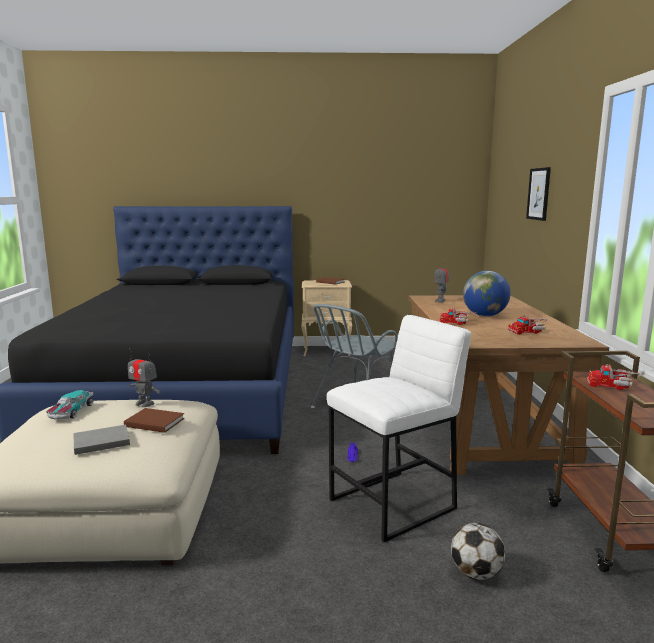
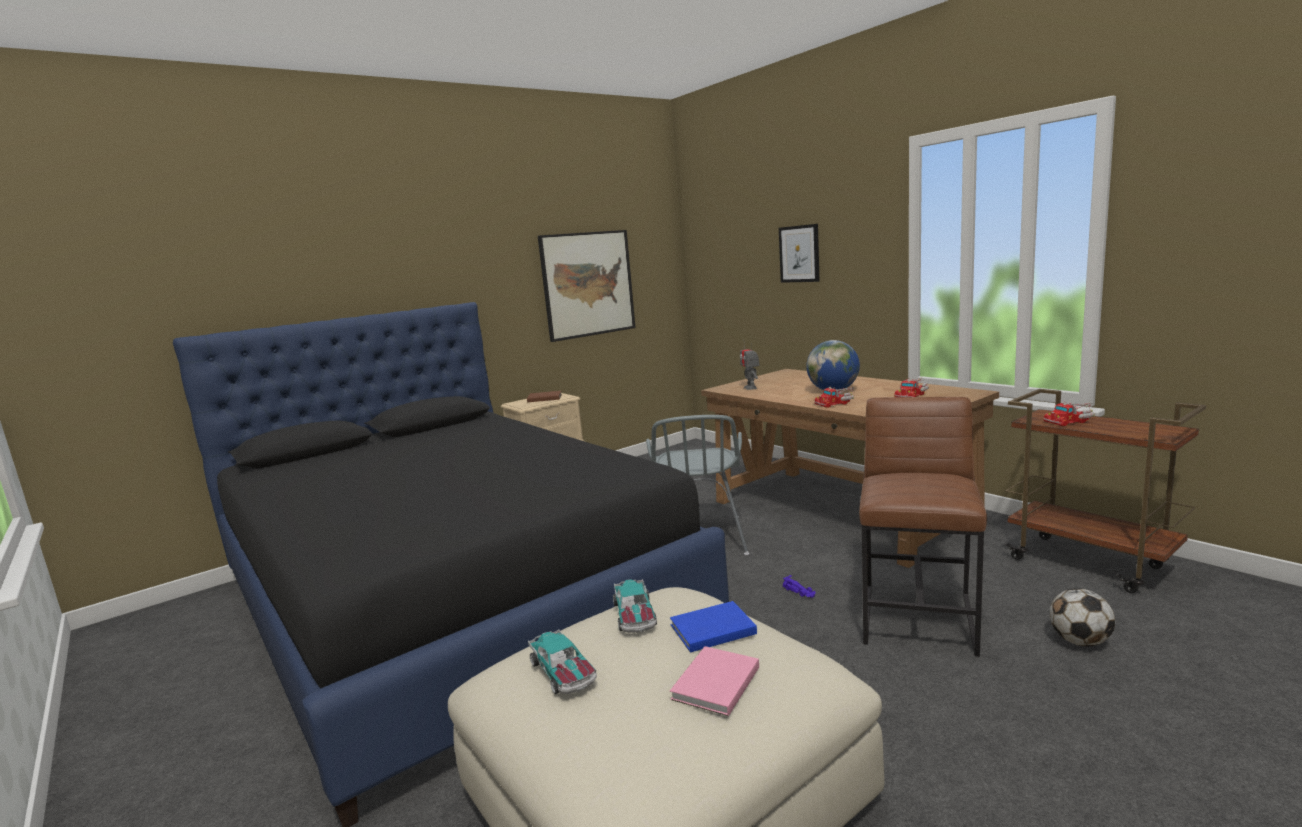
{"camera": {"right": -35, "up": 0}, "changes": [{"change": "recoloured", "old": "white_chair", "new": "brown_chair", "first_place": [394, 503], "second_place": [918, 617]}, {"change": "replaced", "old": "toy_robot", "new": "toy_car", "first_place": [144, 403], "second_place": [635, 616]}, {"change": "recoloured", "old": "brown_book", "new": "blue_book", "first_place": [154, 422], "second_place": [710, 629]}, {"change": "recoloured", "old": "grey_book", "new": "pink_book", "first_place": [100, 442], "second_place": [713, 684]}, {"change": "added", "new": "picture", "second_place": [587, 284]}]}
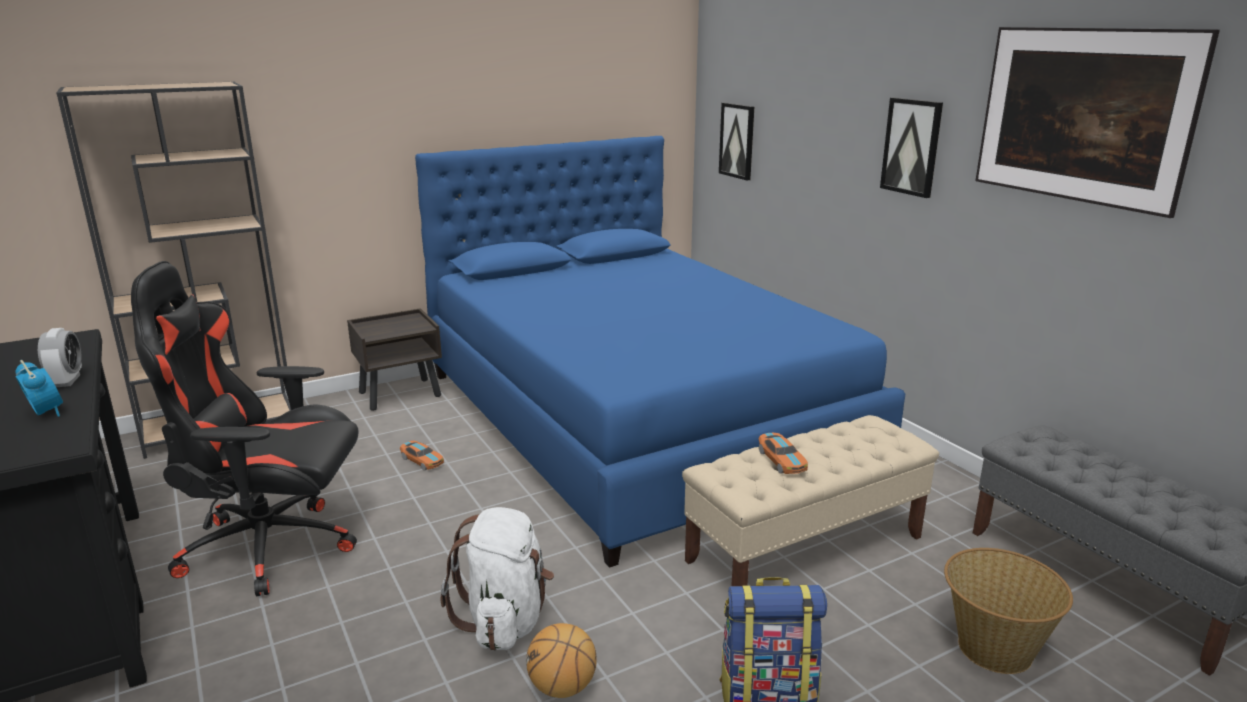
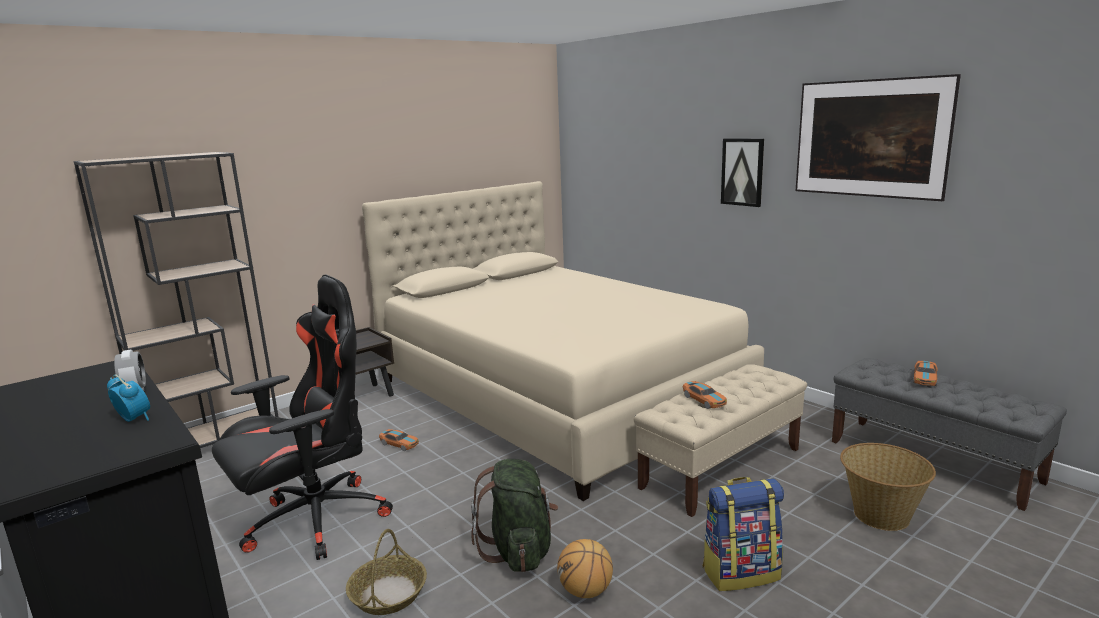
{"camera": {"right": -10, "up": -5}, "changes": [{"change": "removed", "old": "picture", "first_place": [737, 141]}, {"change": "recoloured", "old": "blue_bed", "new": "beige_bed", "first_place": [636, 418], "second_place": [556, 394]}, {"change": "turned", "old": "black_office_chair", "first_place": [280, 548], "second_place": [308, 525], "degrees": 150}, {"change": "recoloured", "old": "white_backpack", "new": "green_backpack", "first_place": [505, 620], "second_place": [519, 550]}, {"change": "added", "new": "toy_car", "second_place": [924, 378]}, {"change": "added", "new": "basket", "second_place": [388, 593]}]}
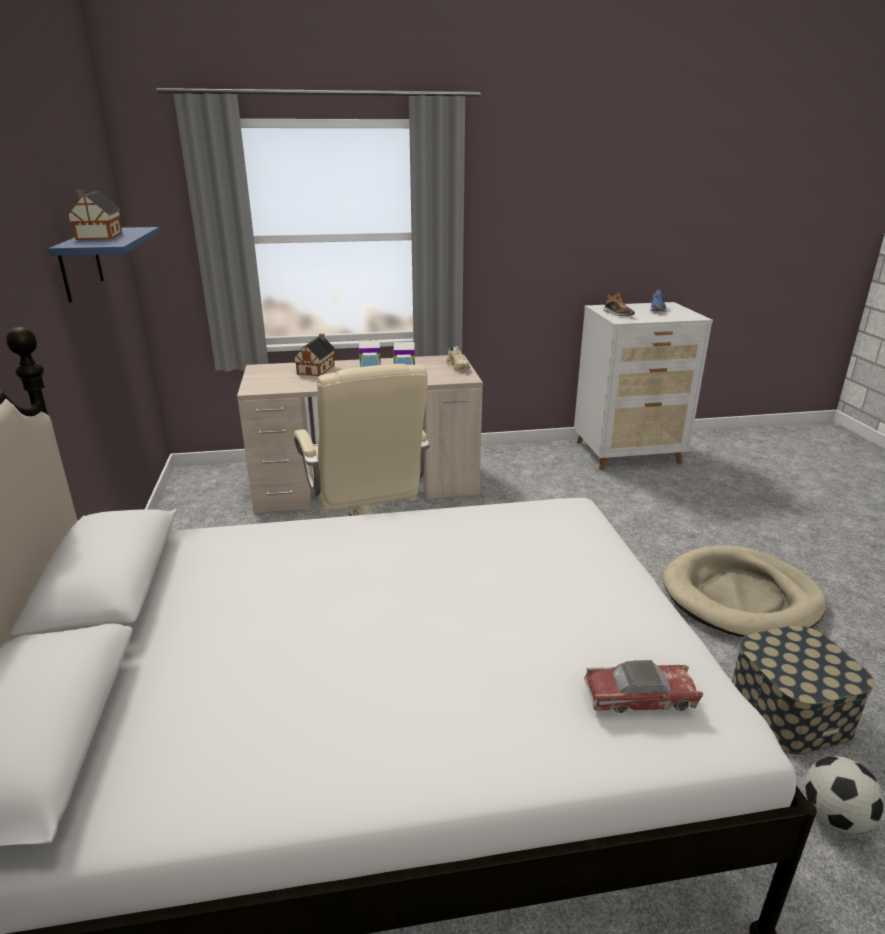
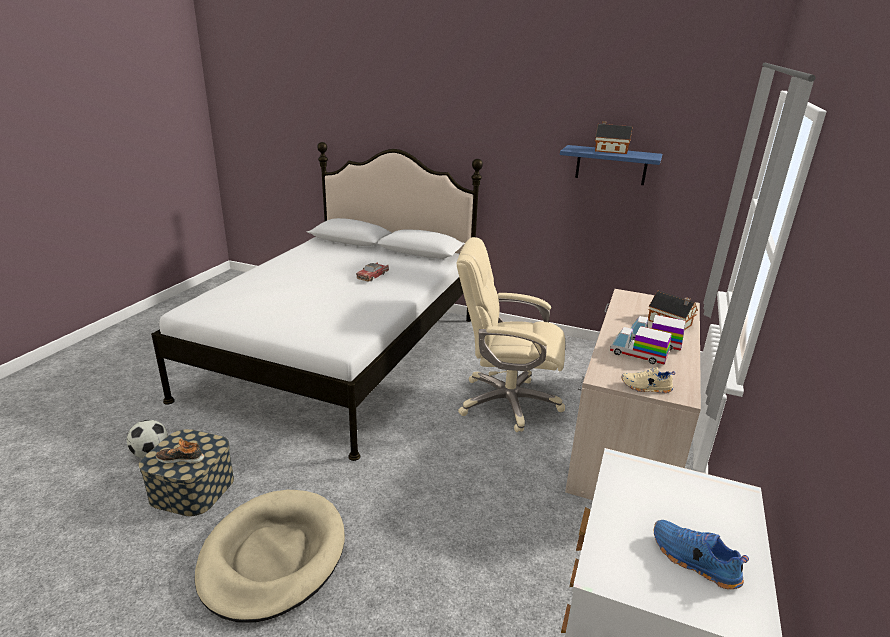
{"camera": {"right": 120, "up": 0}, "changes": [{"change": "moved", "old": "shoe", "first_place": [617, 314], "second_place": [181, 458]}, {"change": "moved", "old": "toy_car", "first_place": [640, 697], "second_place": [372, 276]}]}
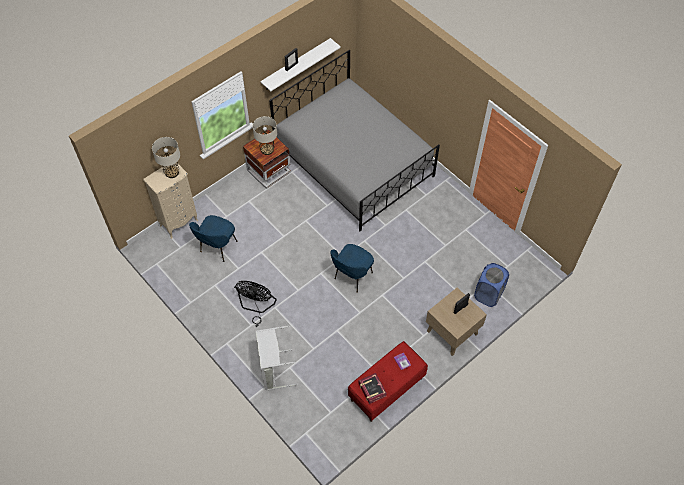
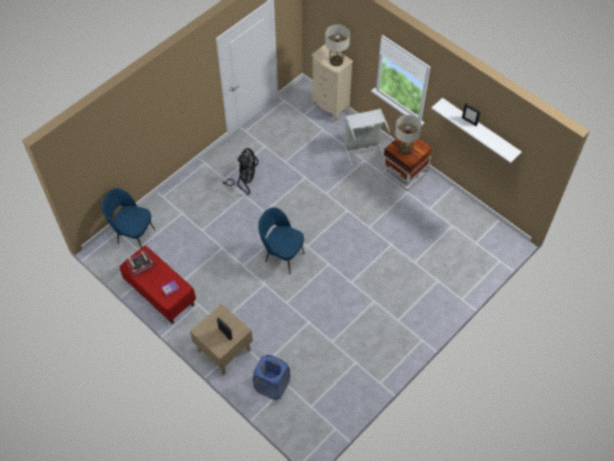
{"camera": {"right": 85, "up": 0}, "changes": [{"change": "removed", "old": "grey_bed", "first_place": [353, 163]}, {"change": "moved", "old": "blue_chair", "first_place": [217, 249], "second_place": [133, 235]}, {"change": "moved", "old": "grey_laundry_basket", "first_place": [273, 370], "second_place": [363, 150]}]}
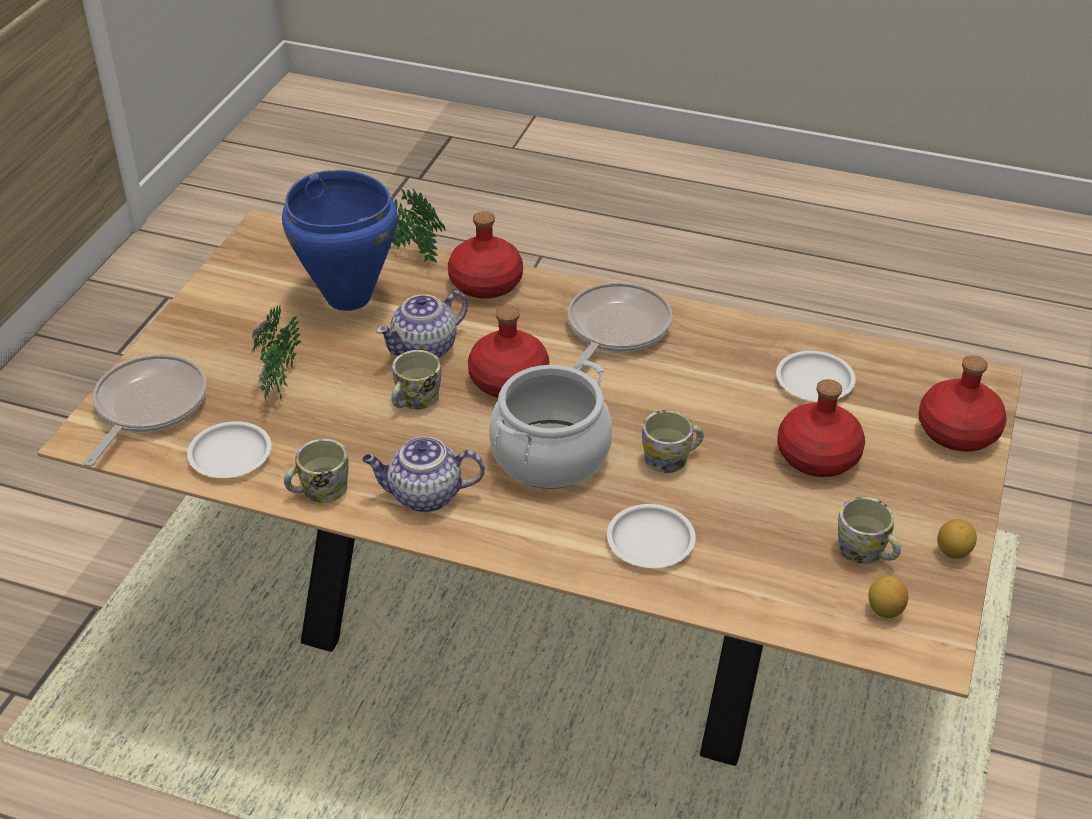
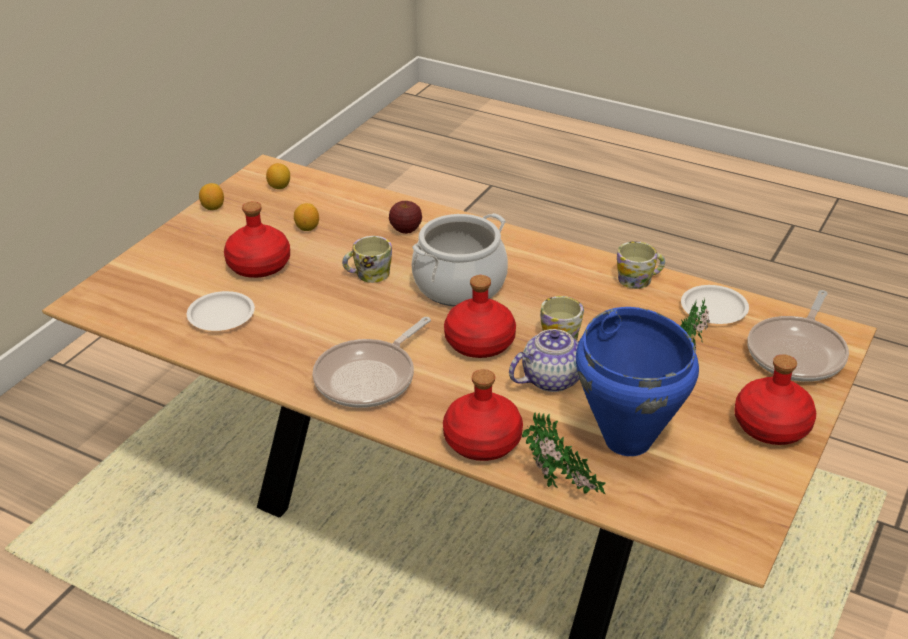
{"camera": {"right": -170, "up": -5}, "changes": [{"change": "moved", "old": "red_bottle", "first_place": [957, 432], "second_place": [772, 426]}, {"change": "removed", "old": "teapot", "first_place": [424, 496]}, {"change": "removed", "old": "mug", "first_place": [866, 552]}, {"change": "replaced", "old": "white_plate", "new": "apple", "first_place": [651, 541], "second_place": [406, 230]}, {"change": "added", "new": "lemon", "second_place": [307, 228]}]}
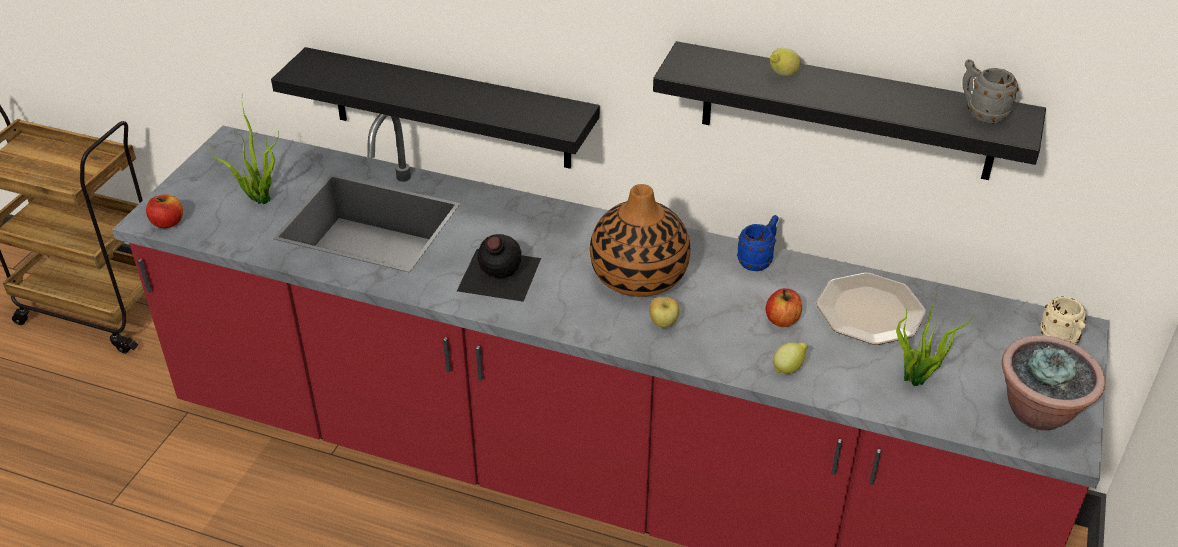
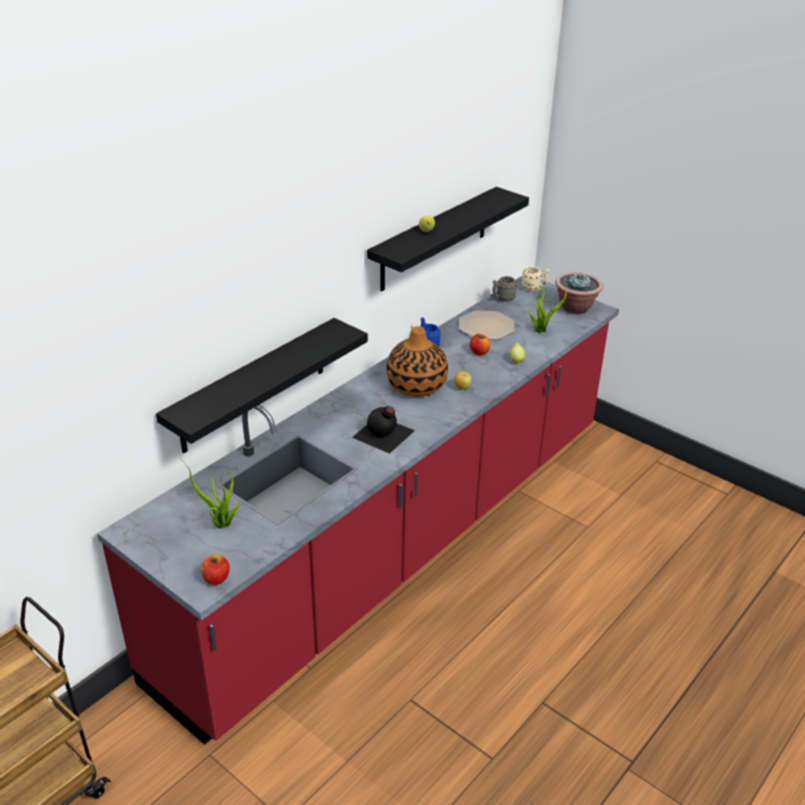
{"camera": {"right": -70, "up": -5}, "changes": [{"change": "moved", "old": "grey_mug", "first_place": [981, 113], "second_place": [502, 299]}]}
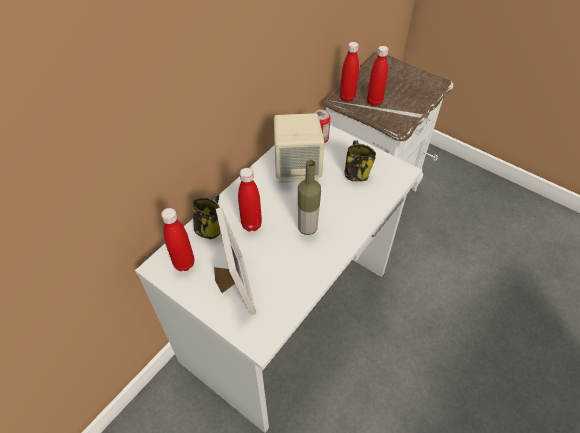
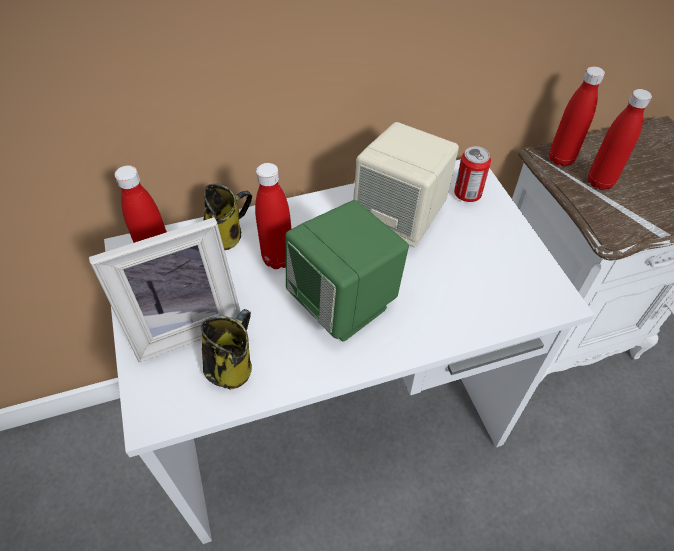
{"camera": {"right": 35, "up": 0}, "changes": [{"change": "moved", "old": "mug", "first_place": [355, 173], "second_place": [232, 366]}, {"change": "replaced", "old": "bottle", "new": "green_speaker", "first_place": [307, 228], "second_place": [345, 304]}, {"change": "turned", "old": "picture_frame", "first_place": [233, 287], "second_place": [186, 324], "degrees": 45}]}
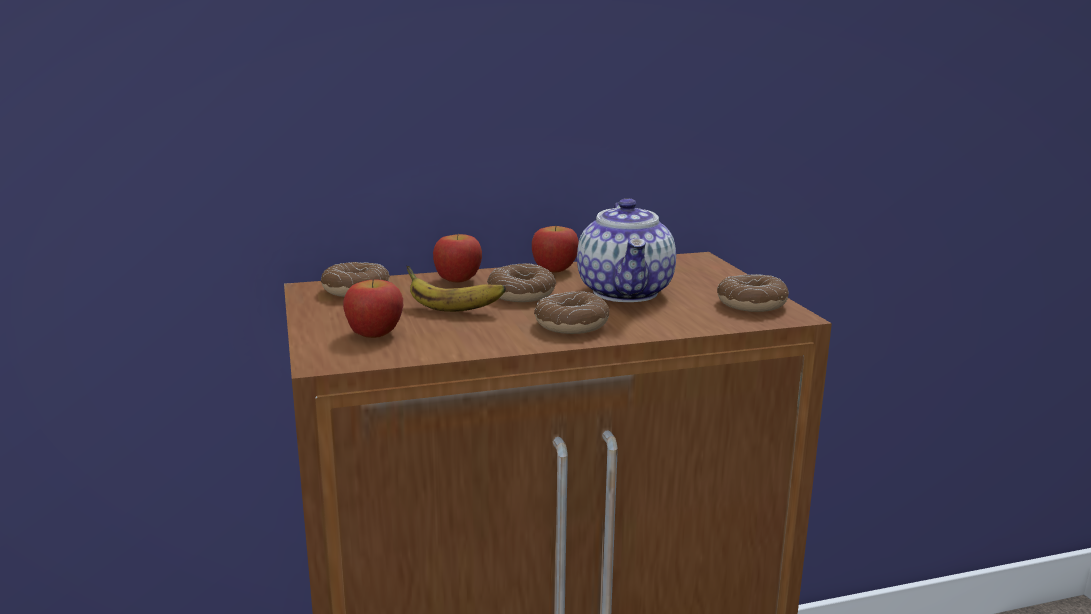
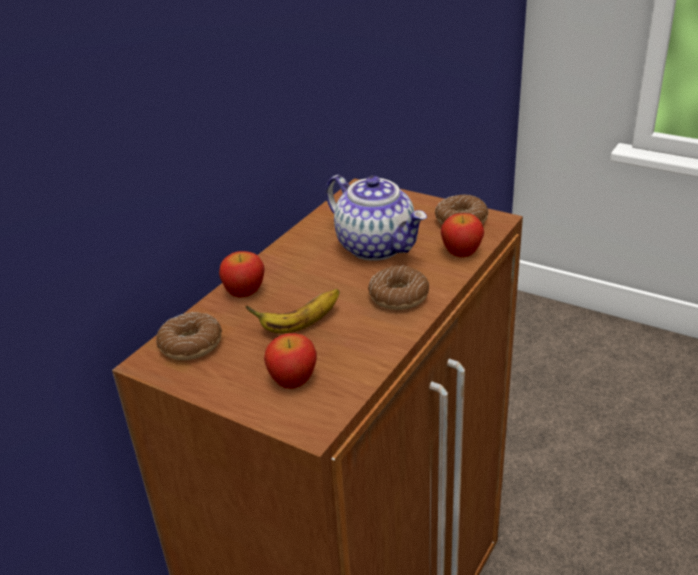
{"camera": {"right": -40, "up": 15}, "changes": [{"change": "moved", "old": "apple", "first_place": [554, 269], "second_place": [461, 252]}, {"change": "removed", "old": "donut", "first_place": [521, 294]}]}
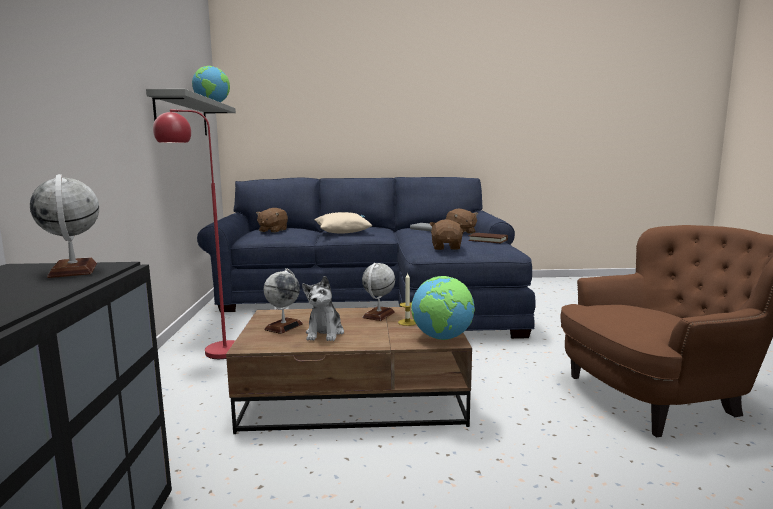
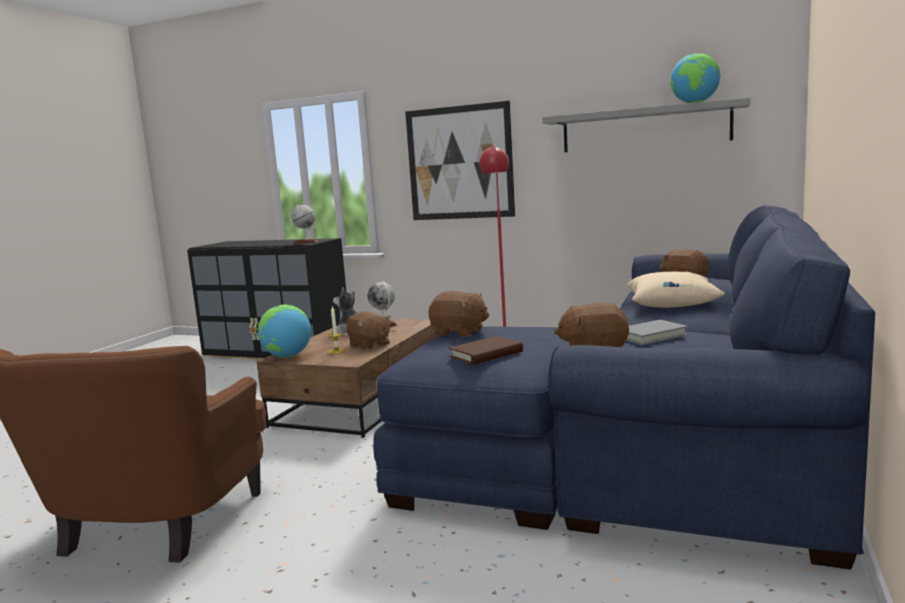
{"camera": {"right": 115, "up": 0}, "changes": [{"change": "replaced", "old": "globe", "new": "brown_plush_toy", "first_place": [378, 315], "second_place": [369, 345]}, {"change": "added", "new": "picture", "second_place": [459, 163]}]}
